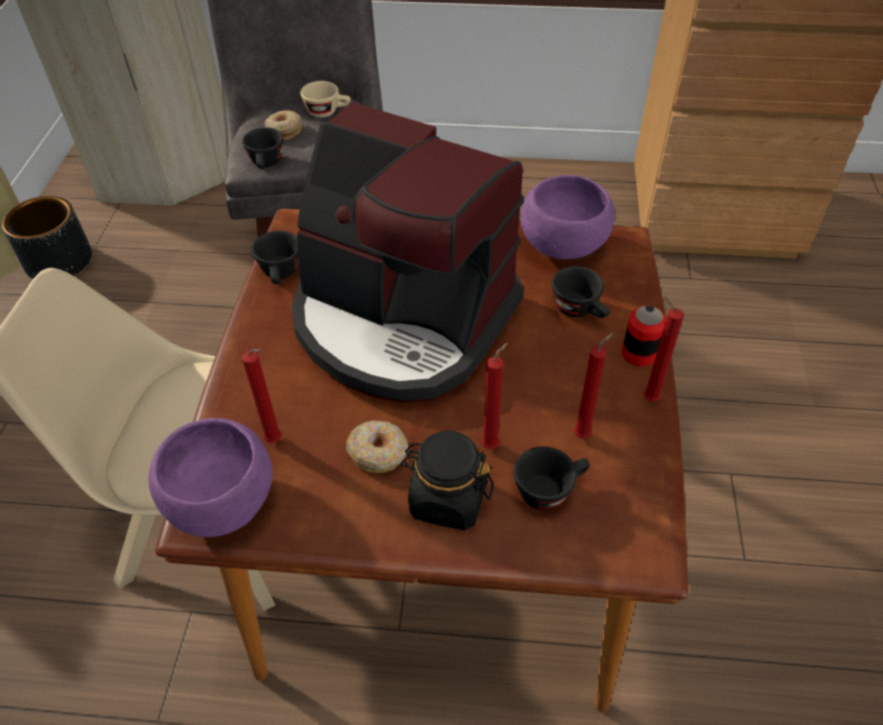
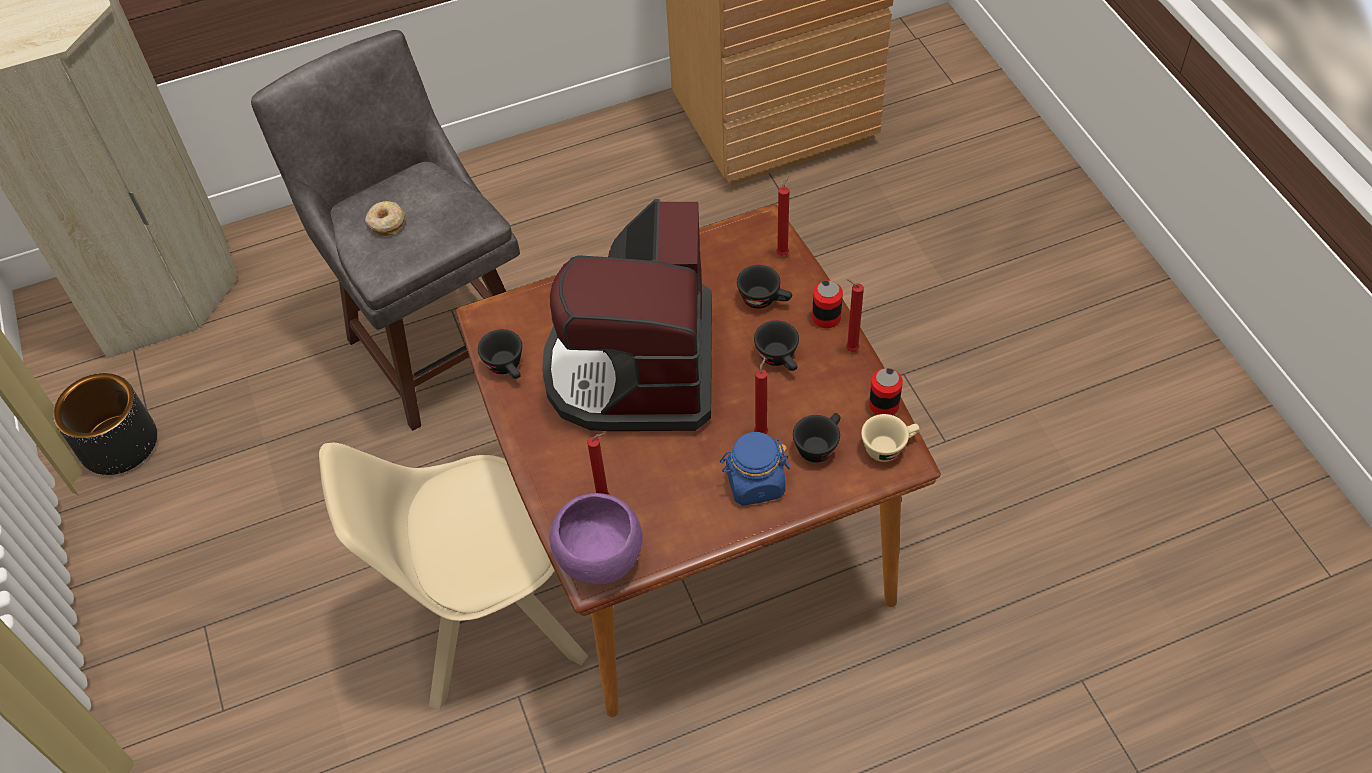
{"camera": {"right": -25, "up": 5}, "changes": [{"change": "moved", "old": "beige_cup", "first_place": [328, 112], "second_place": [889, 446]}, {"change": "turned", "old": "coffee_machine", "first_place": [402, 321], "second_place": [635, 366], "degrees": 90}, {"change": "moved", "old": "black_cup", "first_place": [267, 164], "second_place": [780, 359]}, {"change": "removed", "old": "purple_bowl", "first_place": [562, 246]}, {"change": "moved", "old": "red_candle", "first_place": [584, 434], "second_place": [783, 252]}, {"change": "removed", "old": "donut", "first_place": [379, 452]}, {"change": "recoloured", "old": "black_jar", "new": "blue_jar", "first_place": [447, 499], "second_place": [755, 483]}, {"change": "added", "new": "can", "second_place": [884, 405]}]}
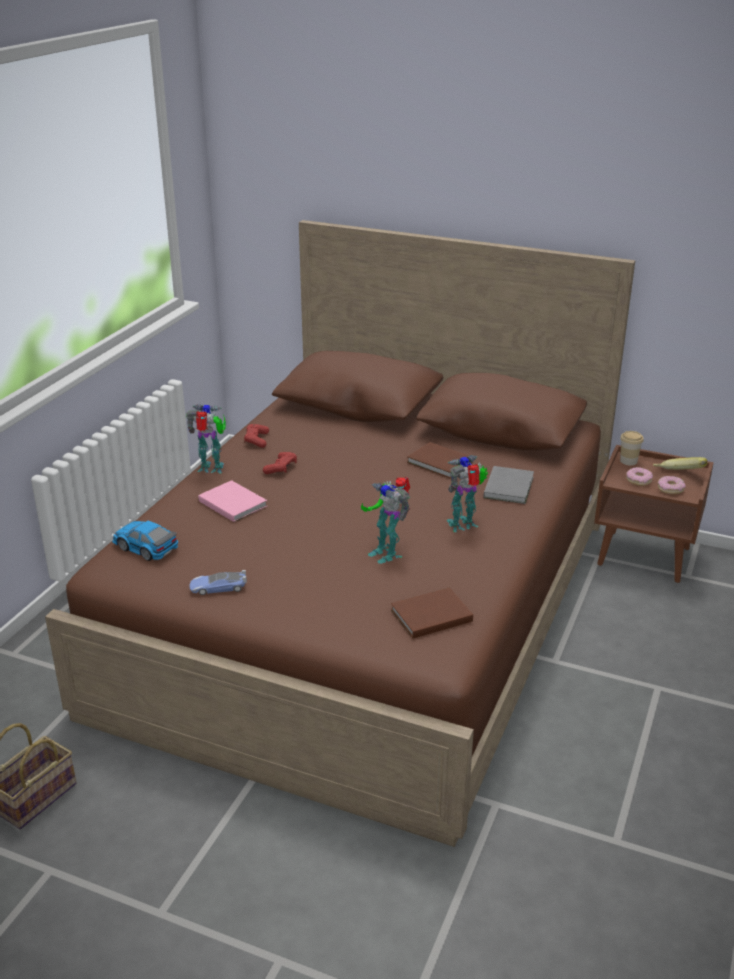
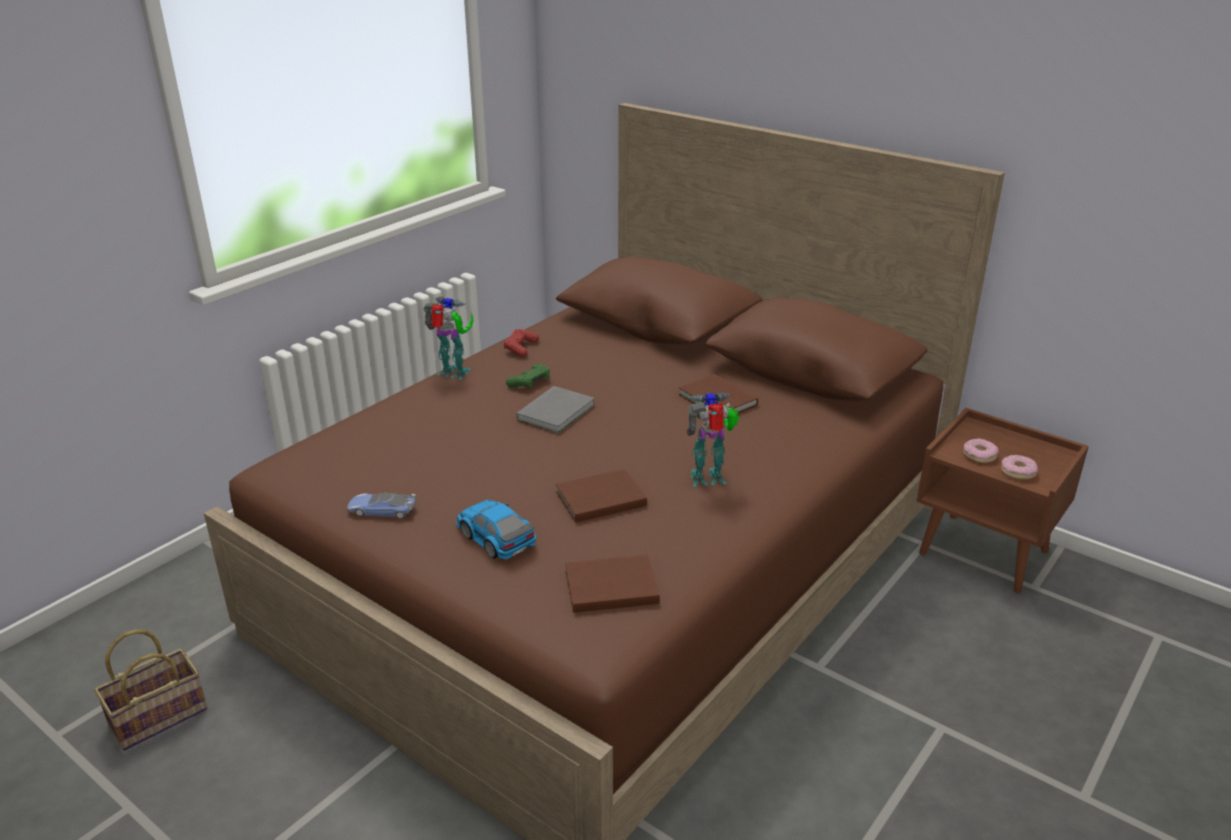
{"camera": {"right": 15, "up": 0}, "changes": [{"change": "removed", "old": "cup", "first_place": [628, 461]}, {"change": "recoloured", "old": "red_game_controller", "new": "green_game_controller", "first_place": [281, 468], "second_place": [530, 382]}, {"change": "removed", "old": "banana", "first_place": [678, 475]}, {"change": "moved", "old": "grey_book", "first_place": [510, 486], "second_place": [558, 412]}, {"change": "replaced", "old": "toy_robot", "new": "brown_book", "first_place": [386, 552], "second_place": [598, 498]}, {"change": "removed", "old": "pink_book", "first_place": [232, 502]}, {"change": "moved", "old": "toy_car", "first_place": [145, 547], "second_place": [495, 537]}]}
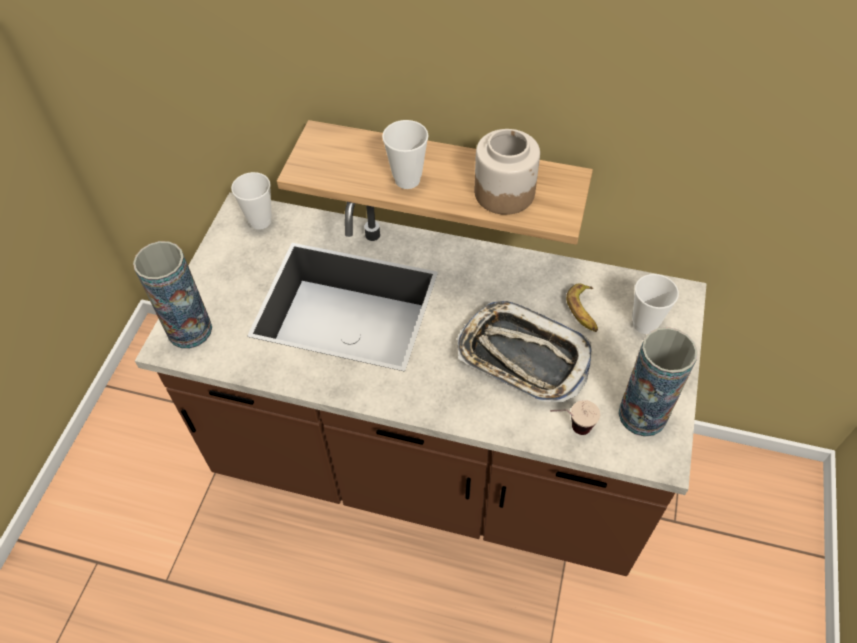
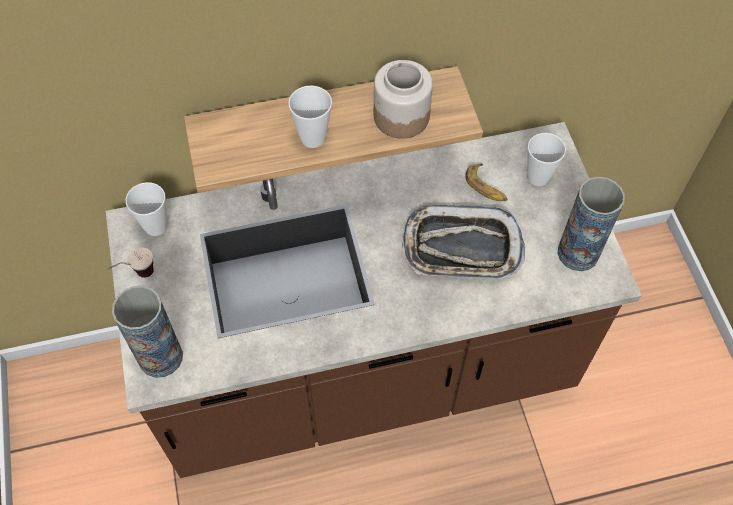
{"camera": {"right": -30, "up": 5}, "changes": [{"change": "moved", "old": "cup", "first_place": [570, 429], "second_place": [136, 276]}]}
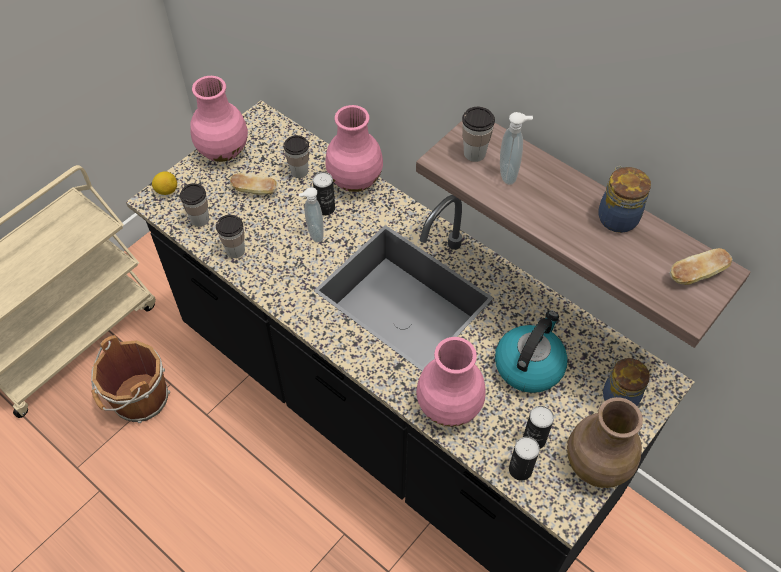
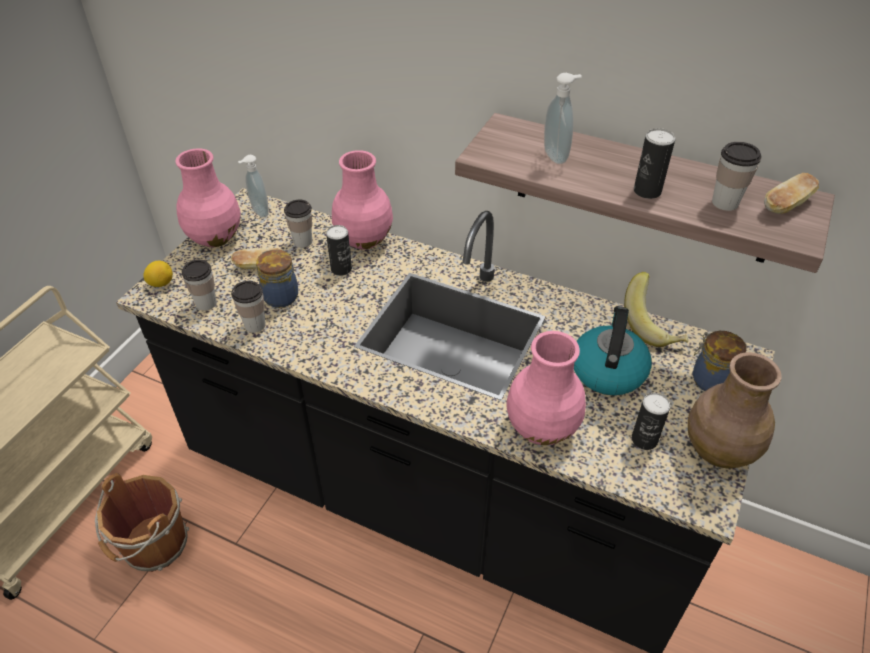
{"camera": {"right": -15, "up": -10}, "changes": [{"change": "moved", "old": "cup", "first_place": [474, 153], "second_place": [725, 203]}, {"change": "moved", "old": "jar", "first_place": [616, 217], "second_place": [280, 296]}, {"change": "moved", "old": "soap_dispenser", "first_place": [314, 234], "second_place": [259, 212]}, {"change": "moved", "old": "can", "first_place": [520, 469], "second_place": [647, 191]}, {"change": "added", "new": "banana", "second_place": [653, 326]}]}
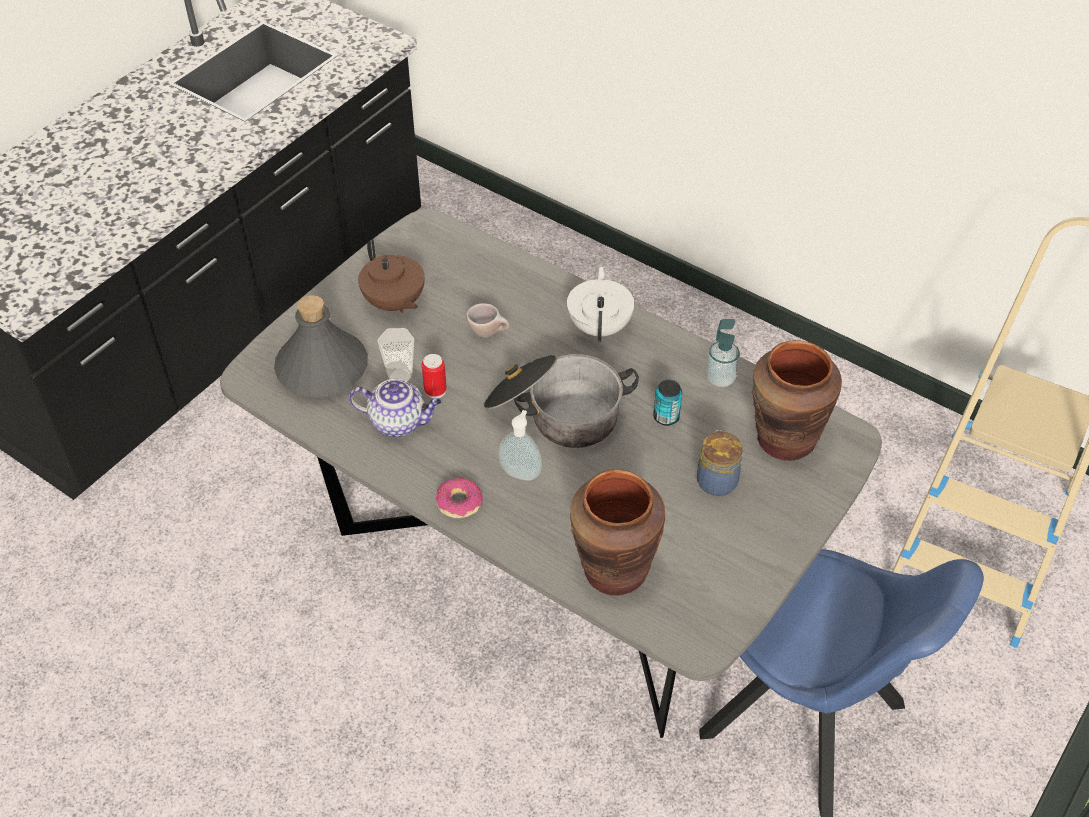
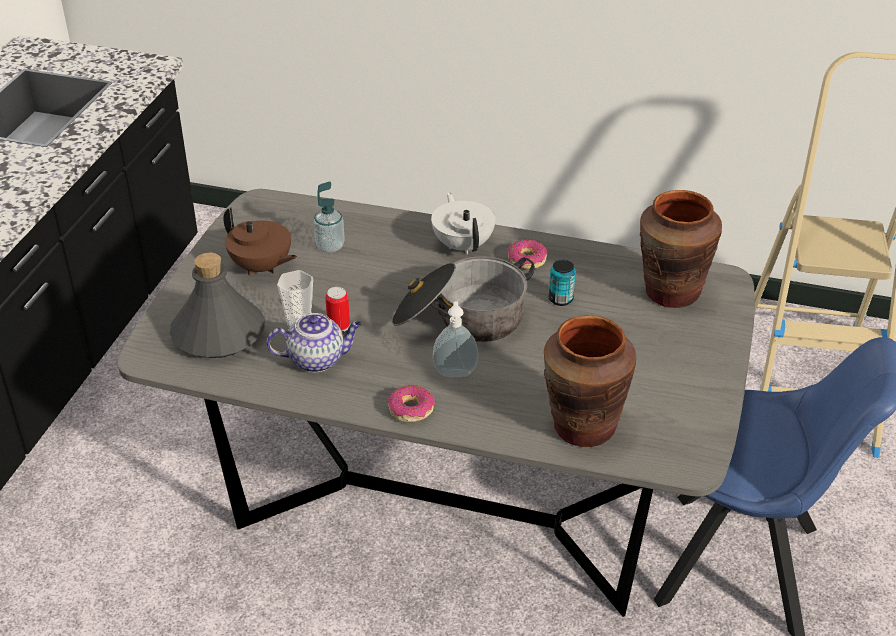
{"camera": {"right": -20, "up": -10}, "changes": [{"change": "removed", "old": "beige_cup", "first_place": [489, 333]}, {"change": "moved", "old": "soap_dispenser", "first_place": [720, 378], "second_place": [330, 246]}, {"change": "removed", "old": "jar", "first_place": [716, 480]}, {"change": "added", "new": "donut", "second_place": [526, 260]}]}
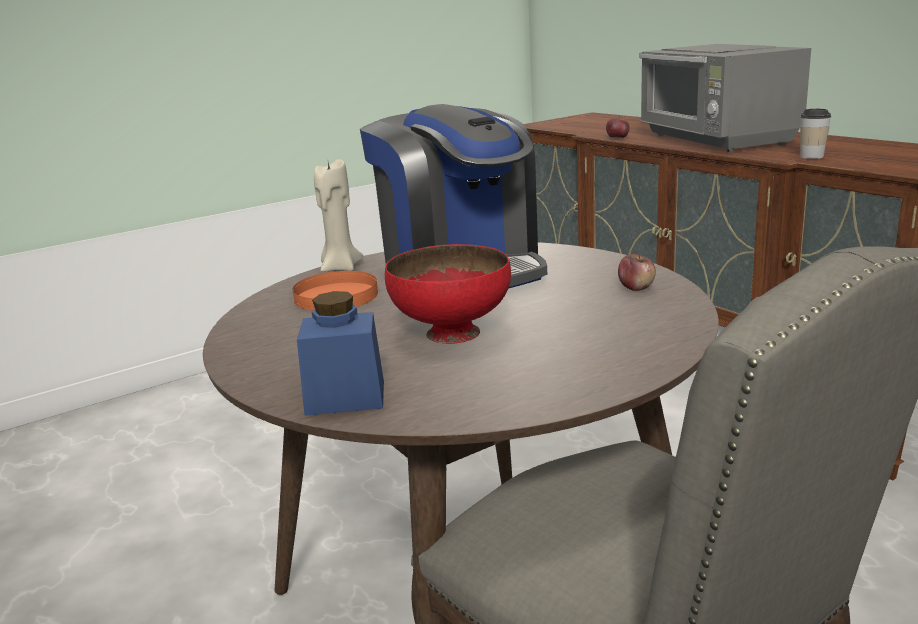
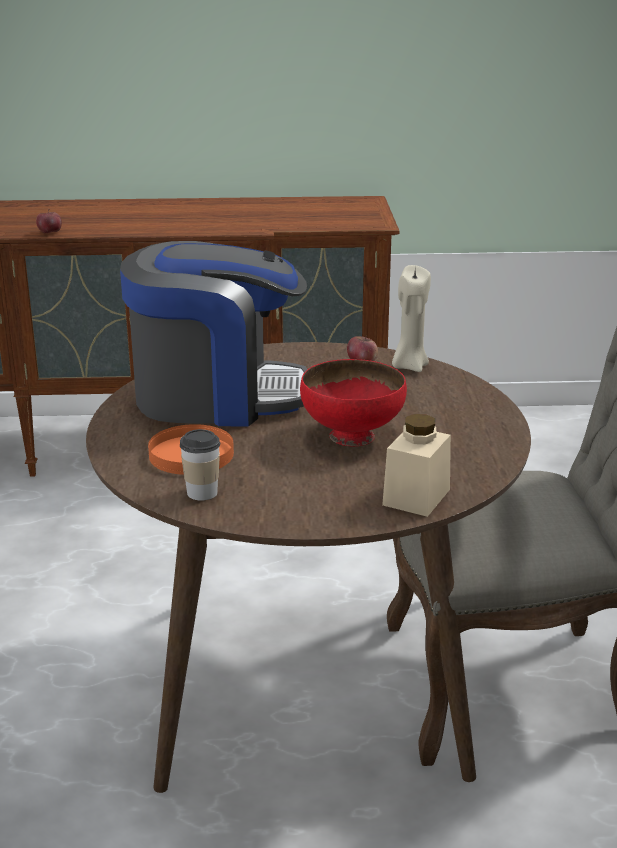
{"camera": {"right": -60, "up": 5}, "changes": [{"change": "removed", "old": "grey_microwave", "first_place": [716, 140]}, {"change": "moved", "old": "cup", "first_place": [812, 156], "second_place": [202, 493]}, {"change": "moved", "old": "beige_candle", "first_place": [340, 268], "second_place": [409, 366]}, {"change": "recoloured", "old": "blue_jar", "new": "beige_jar", "first_place": [345, 398], "second_place": [416, 497]}]}
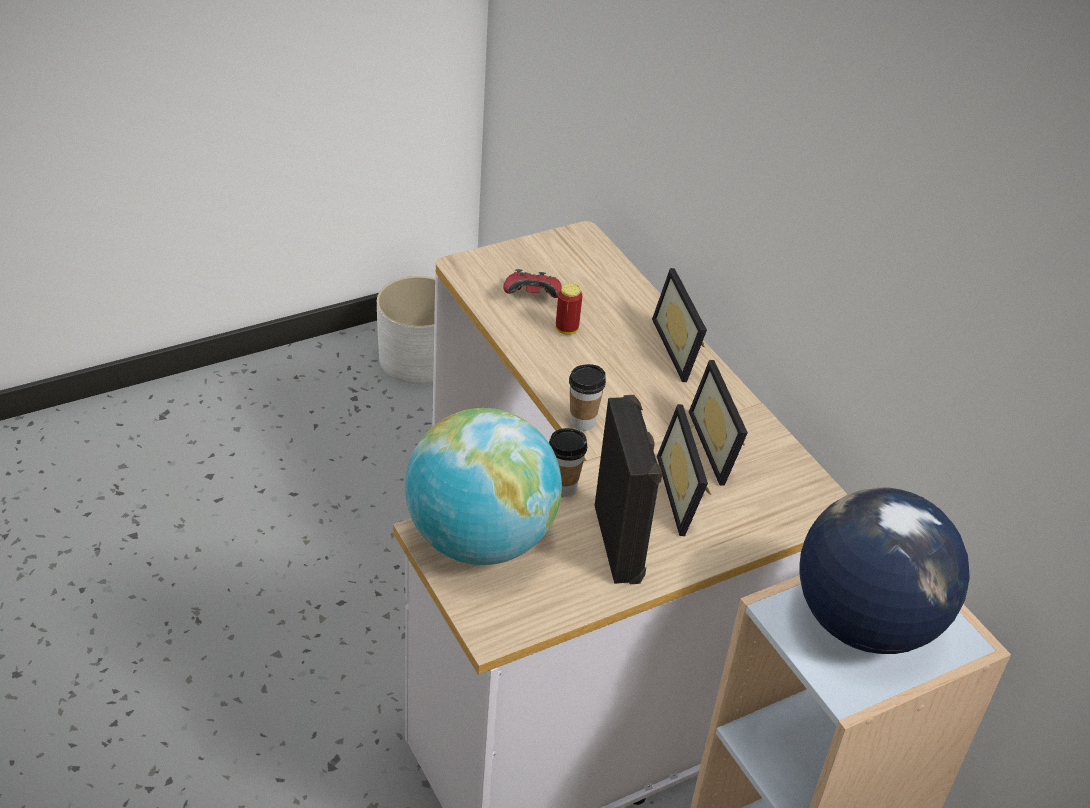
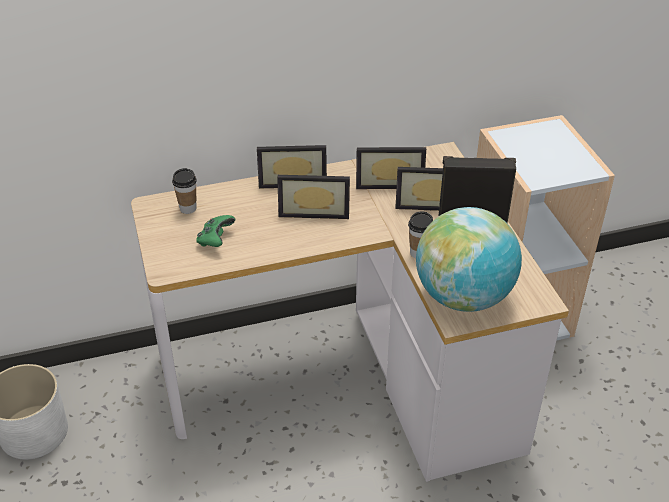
{"camera": {"right": -75, "up": 0}, "changes": [{"change": "recoloured", "old": "red_game_controller", "new": "green_game_controller", "first_place": [532, 297], "second_place": [215, 240]}, {"change": "removed", "old": "can", "first_place": [567, 329]}, {"change": "moved", "old": "cup", "first_place": [582, 422], "second_place": [188, 208]}, {"change": "removed", "old": "globe", "first_place": [864, 623]}, {"change": "added", "new": "picture_frame", "second_place": [314, 210]}]}
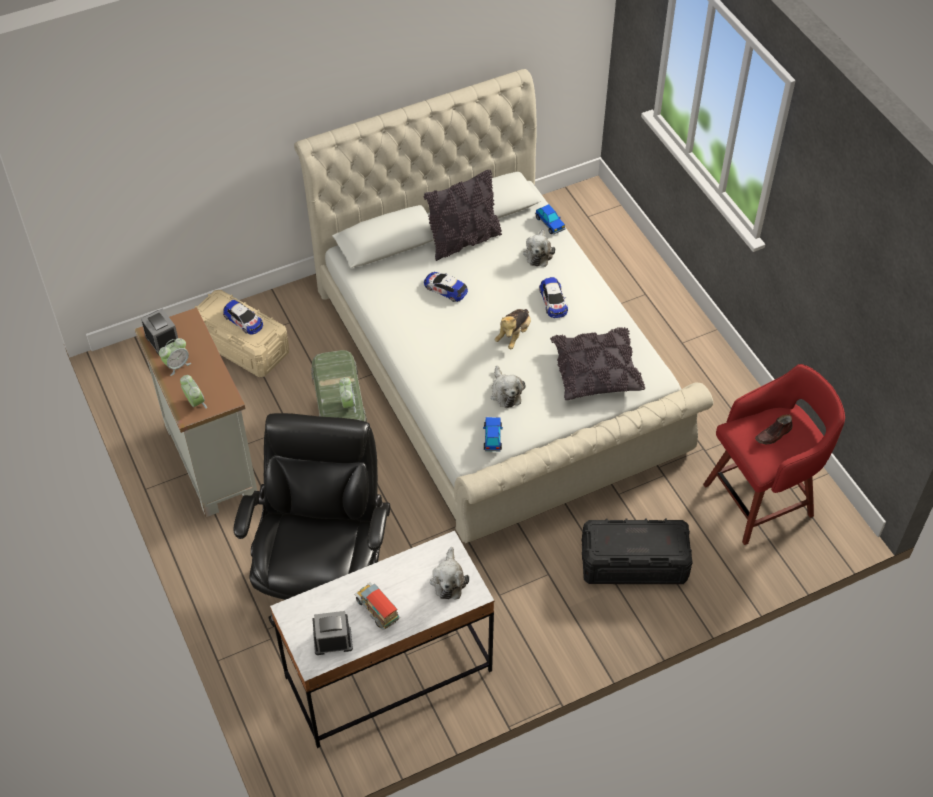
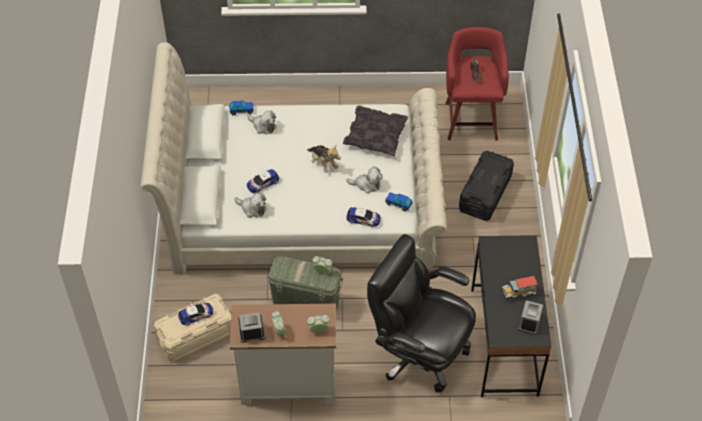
{"camera": {"right": -65, "up": 0}, "changes": [{"change": "removed", "old": "black_pillow", "first_place": [463, 240]}, {"change": "moved", "old": "toy_car", "first_place": [553, 301], "second_place": [363, 219]}, {"change": "recoloured", "old": "white_desk", "new": "black_desk", "first_place": [388, 674], "second_place": [503, 342]}, {"change": "moved", "old": "plush_toy", "first_place": [448, 580], "second_place": [252, 209]}]}
